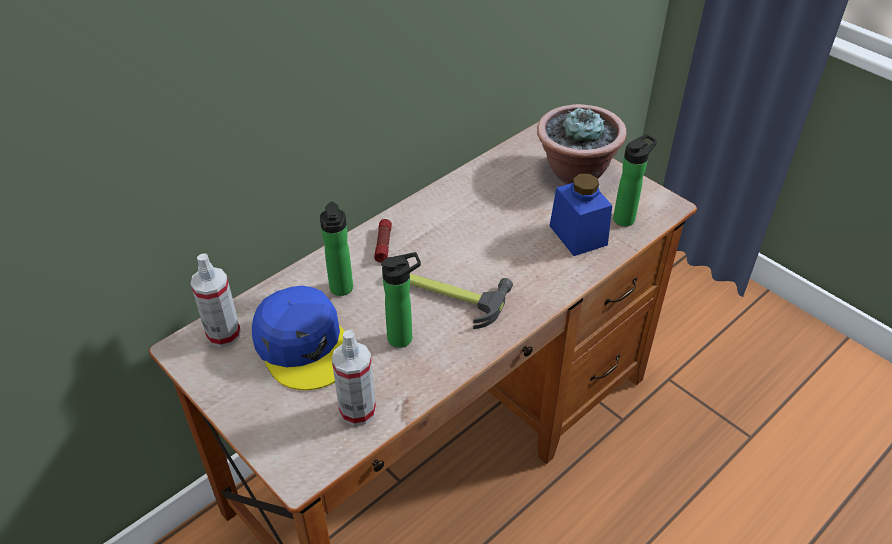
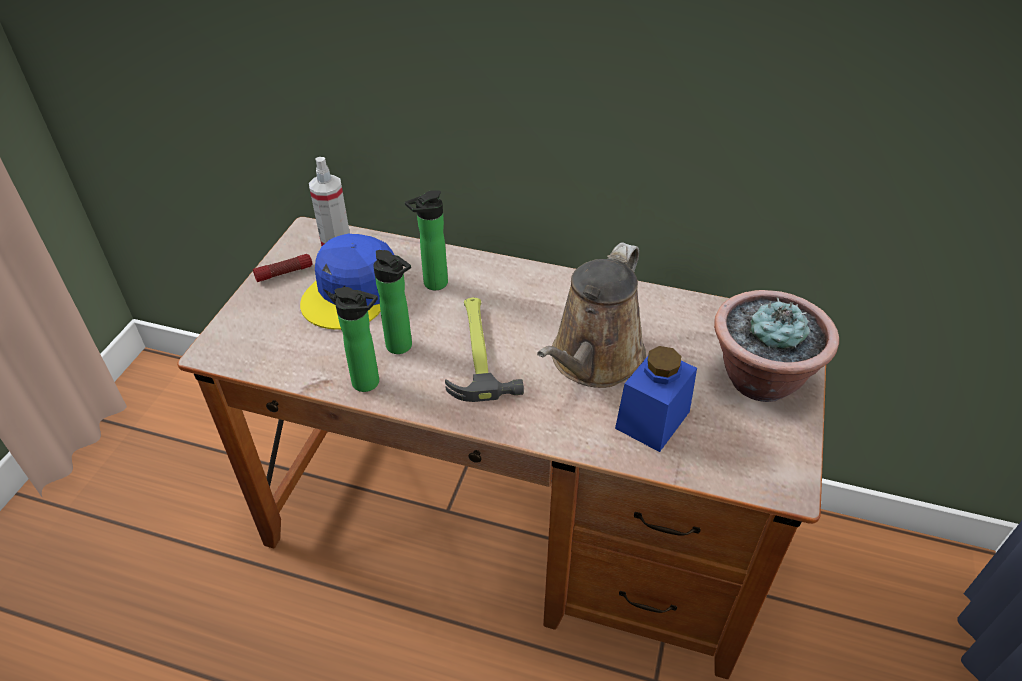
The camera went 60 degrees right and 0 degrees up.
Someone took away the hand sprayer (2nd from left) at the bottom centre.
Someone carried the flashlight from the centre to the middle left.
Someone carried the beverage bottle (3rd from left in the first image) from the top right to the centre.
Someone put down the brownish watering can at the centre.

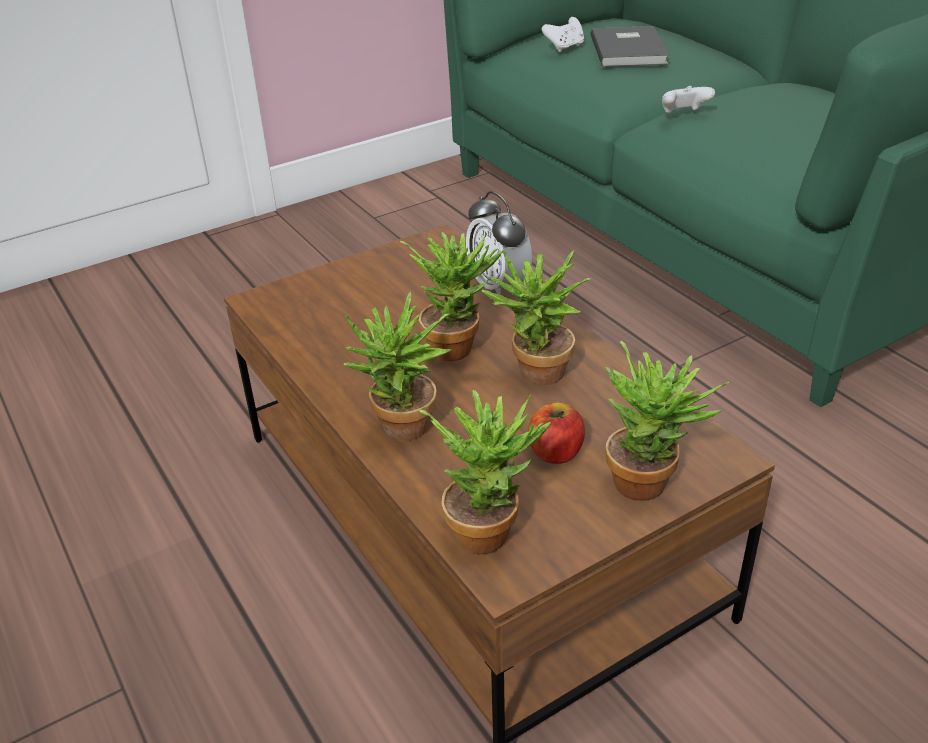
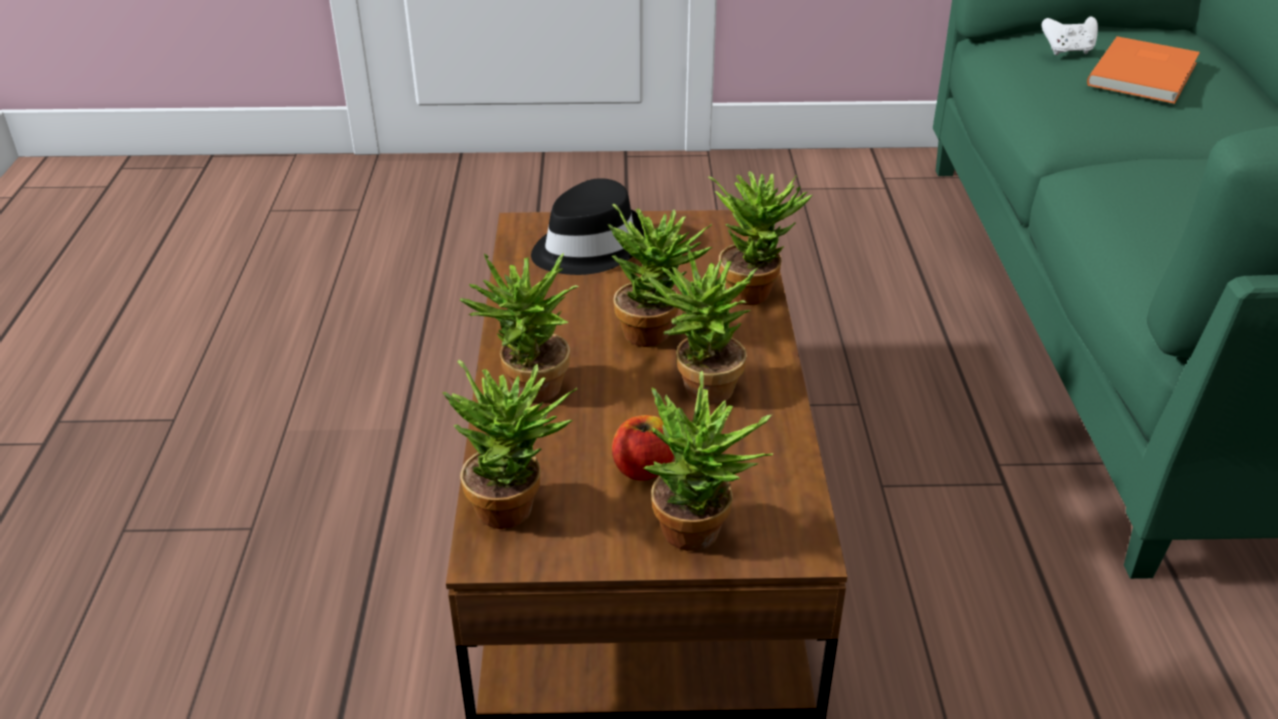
The camera went 30 degrees right and 0 degrees up.
Someone swapped the table clock at the top centre for the houseplant (6th from left) at the top centre.
Someone repainted the gray book at the top right, which became the orangey book at the top right.
Someone took away the white joypad (2nd from left) at the top right.
Someone put down the blackish wearable hat at the top centre.

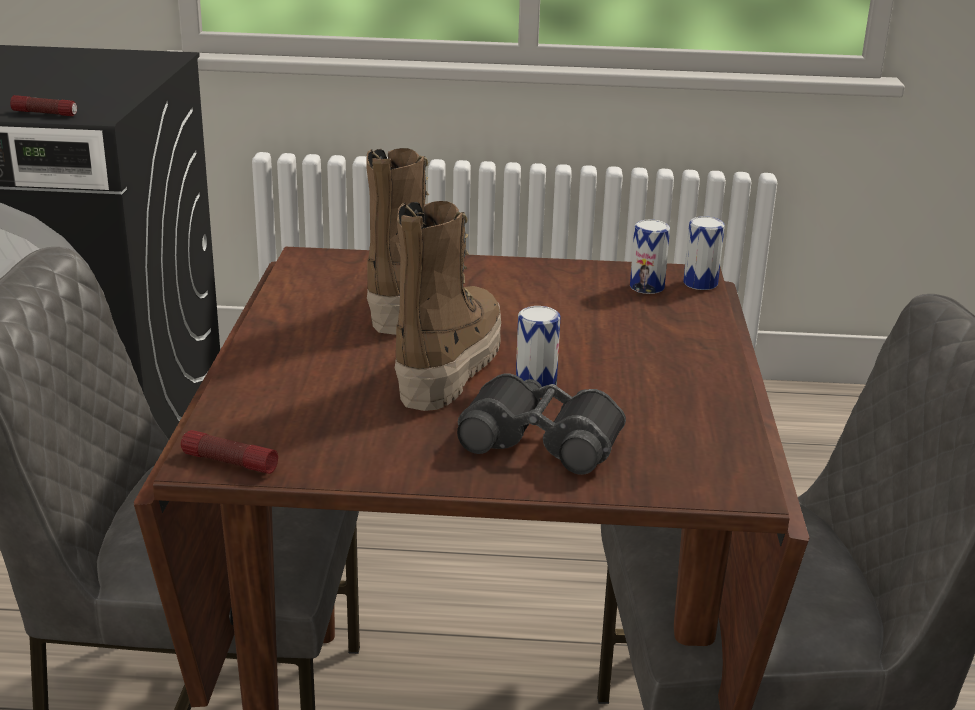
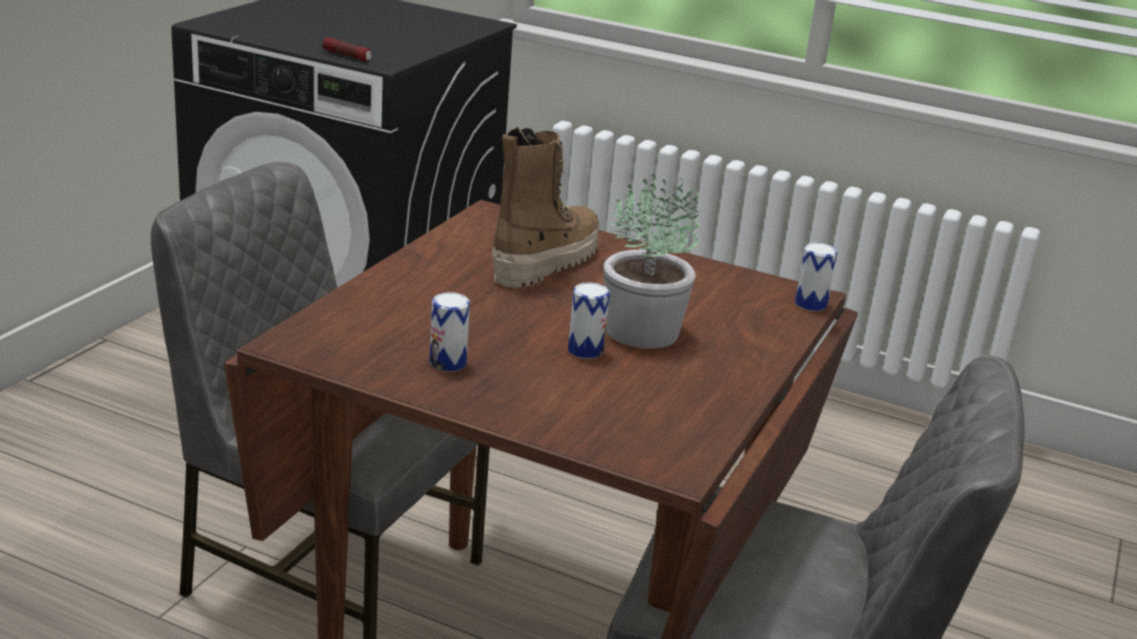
The camera went 20 degrees right and 0 degrees up.
Someone took away the flashlight (2nd from left) at the middle left.
Someone took away the boot (2nd from left) at the centre.
Someone took away the blackish field glasses at the centre.
Someone carried the sealed can (2nd from left in the first image) from the middle right to the centre.
Someone put down the houseplant at the centre.

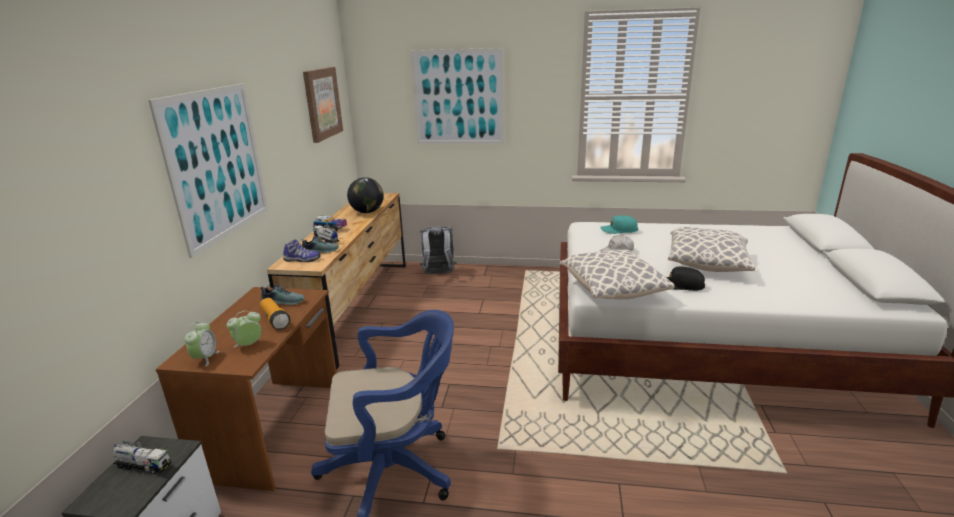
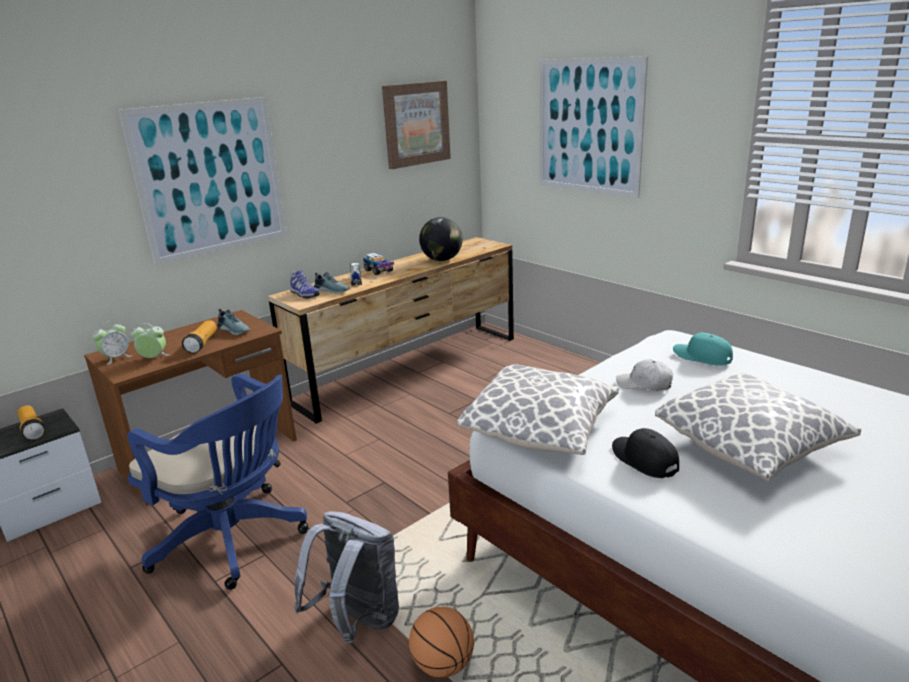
The camera went 40 degrees right and 0 degrees up.
Someone swapped the toy lorry (1st from left) at the bottom left for the flashlight (1st from left) at the middle left.
Someone carried the gray rucksack from the centre to the bottom centre.
Someone put down the ball for basketball at the bottom centre.

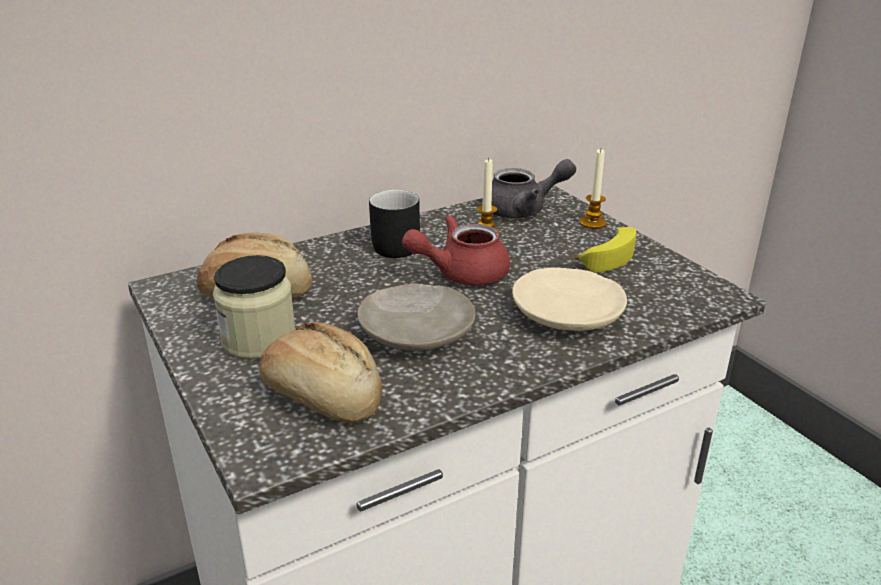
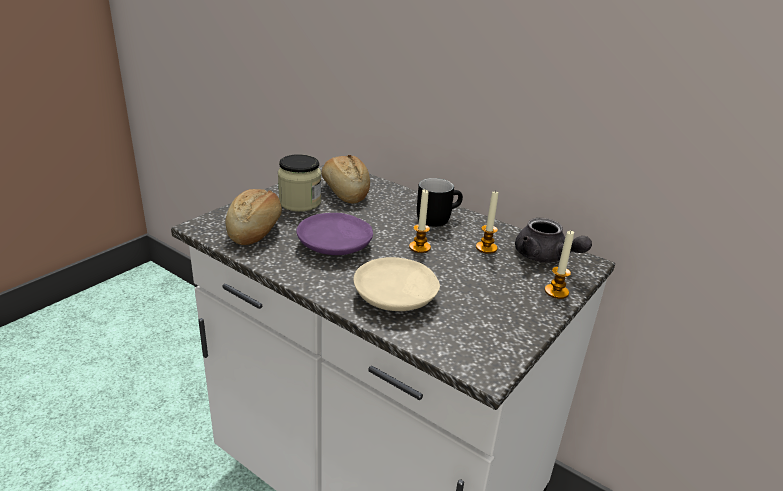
The camera went 65 degrees right and 0 degrees up.
Someone repainted the beige flat dish (1st from left) at the centre, which became the purplish flat dish at the centre.
Someone swapped the red-coloured pot for tea at the centre for the wax light (1st from left) at the centre.
Someone took away the whole banana at the middle right.

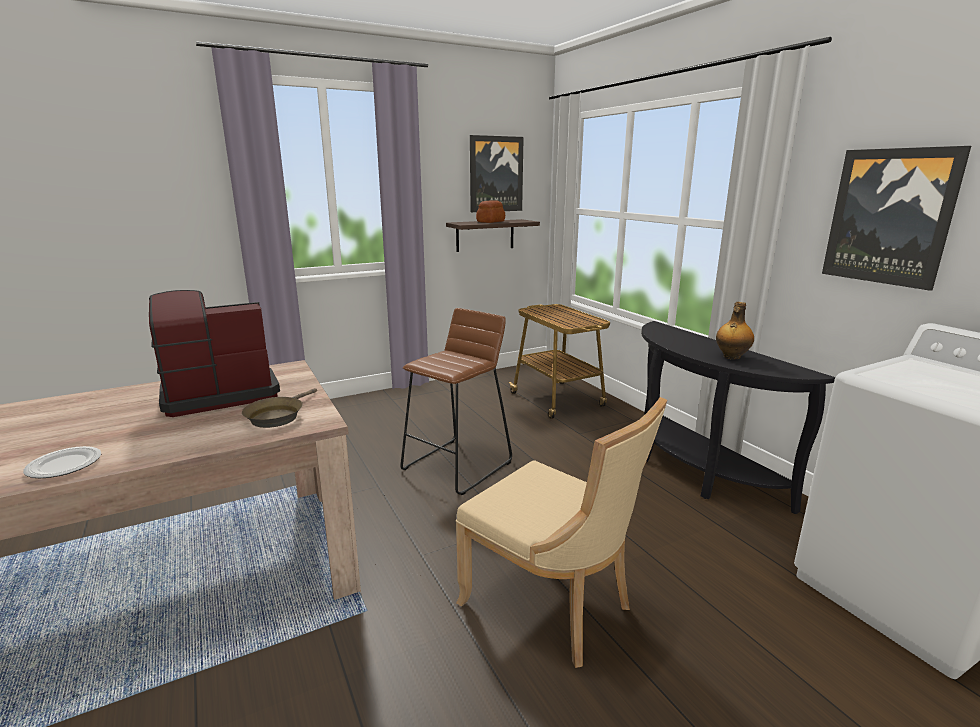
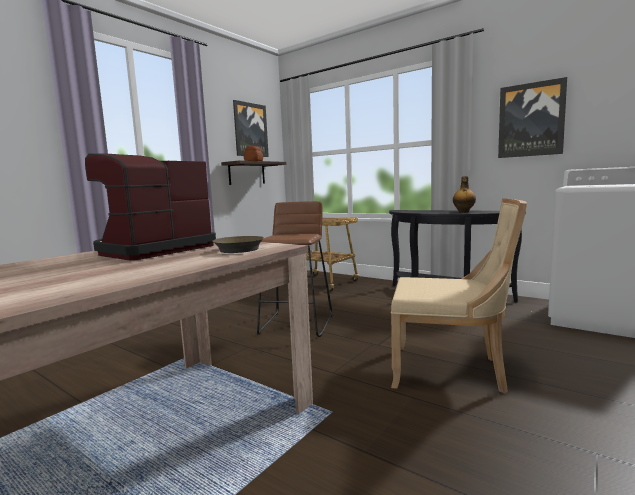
The camera went 25 degrees left and 10 degrees down.
Someone took away the flat dish at the middle left.

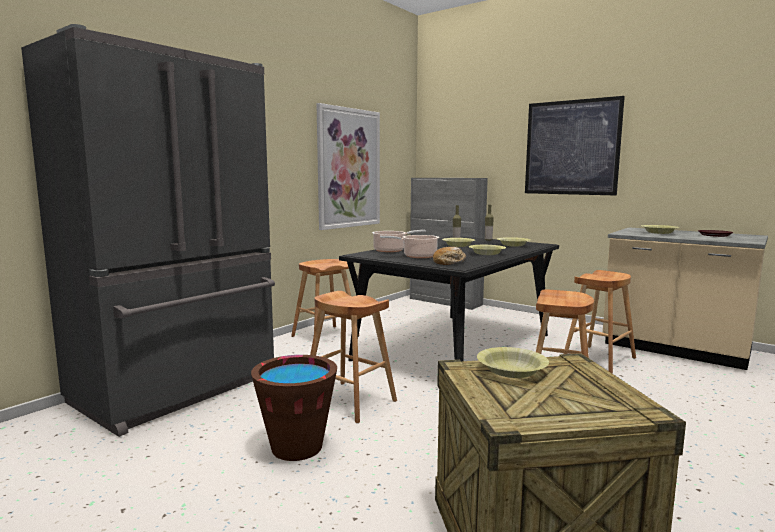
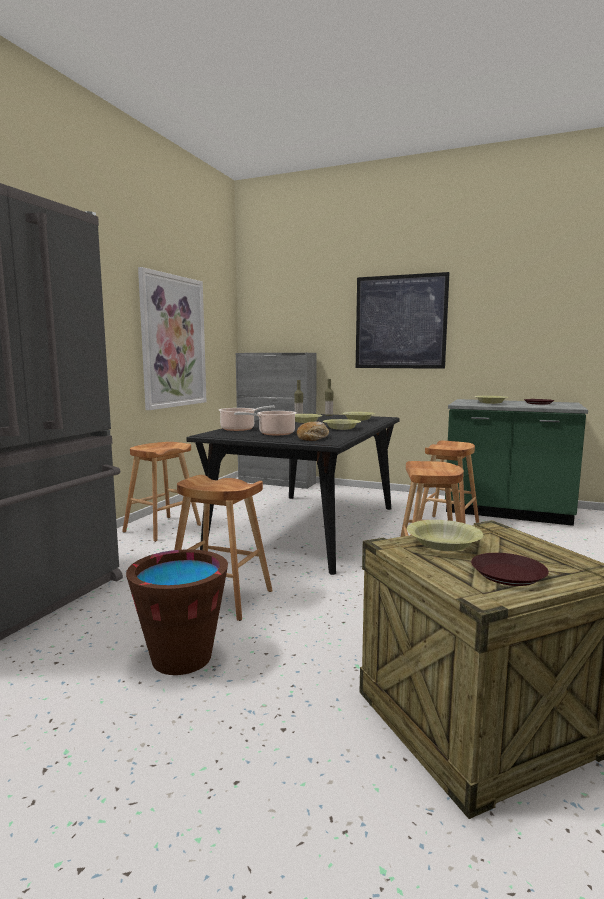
The camera went 15 degrees left and 0 degrees up.
Someone repainted the beige counter at the middle right, which became the greenish counter at the middle right.
Someone put down the brownish flat dish (1st from left) at the middle right.

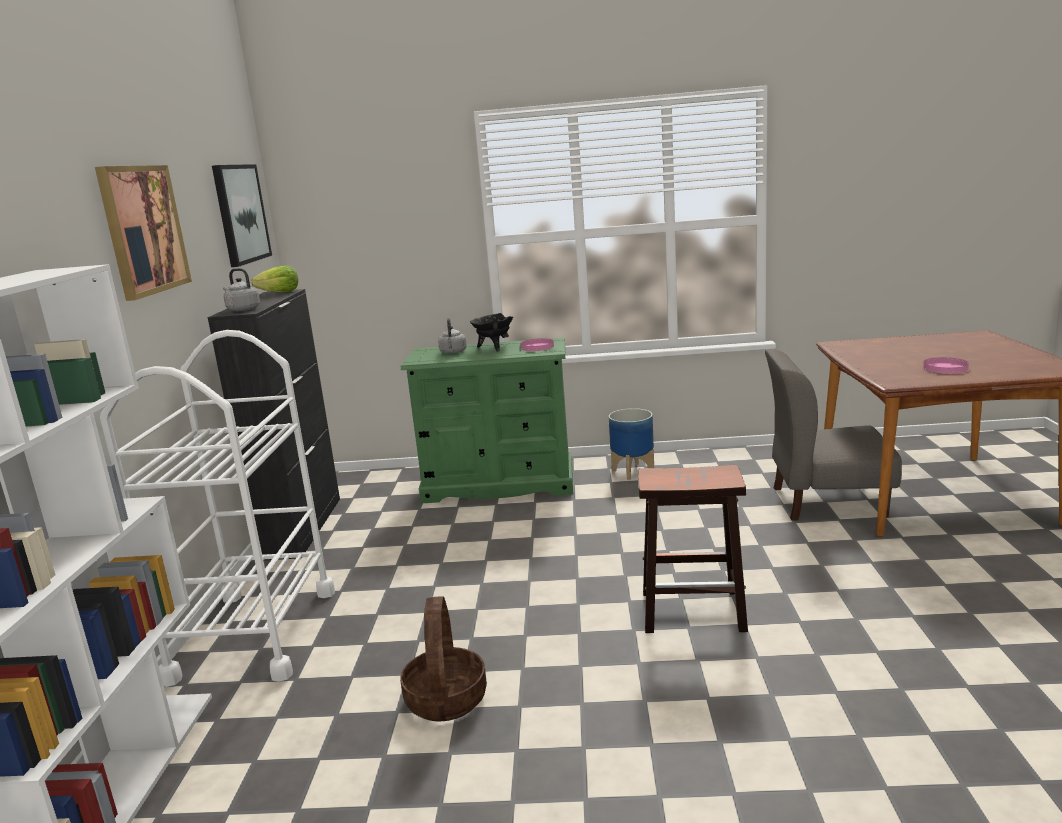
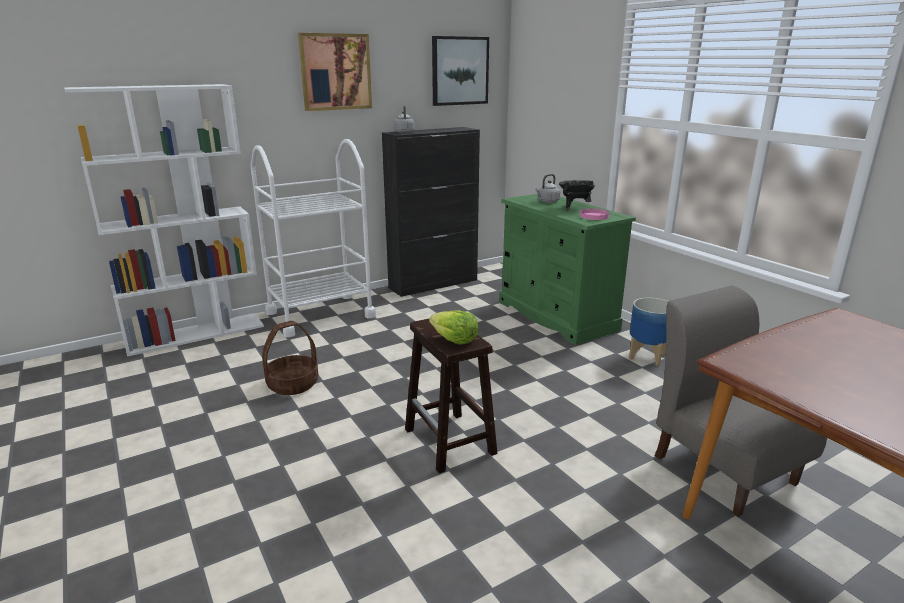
The camera went 55 degrees right and 5 degrees up.
Someone carried the lettuce from the middle left to the centre.
Someone took away the pink-coloured flat dish (2nd from left) at the middle right.

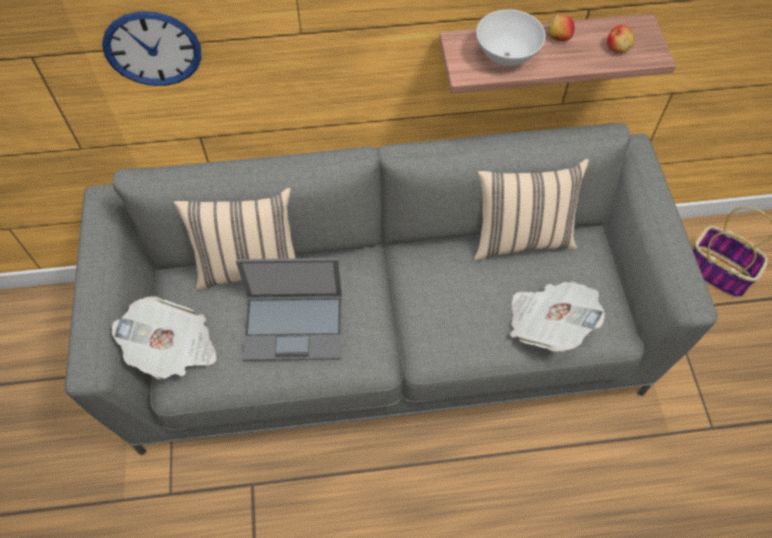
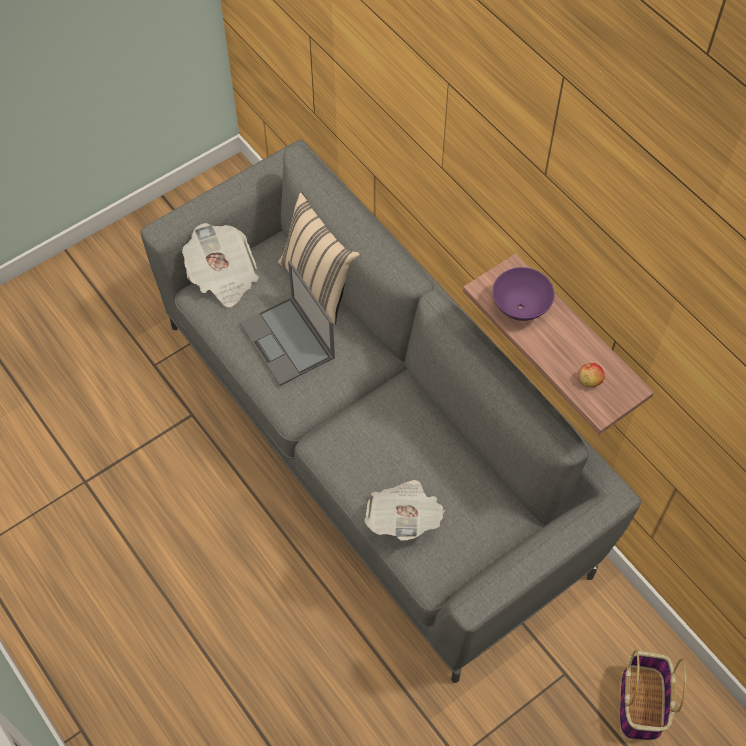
The camera went 60 degrees right and 0 degrees up.
Someone took away the clock on the wall at the top left.
Someone took away the beige pillow (2nd from left) at the middle right.
Someone repainted the white bowl at the top centre, which became the purplish bowl at the middle right.
Someone took away the whole apple (1st from left) at the top right.

